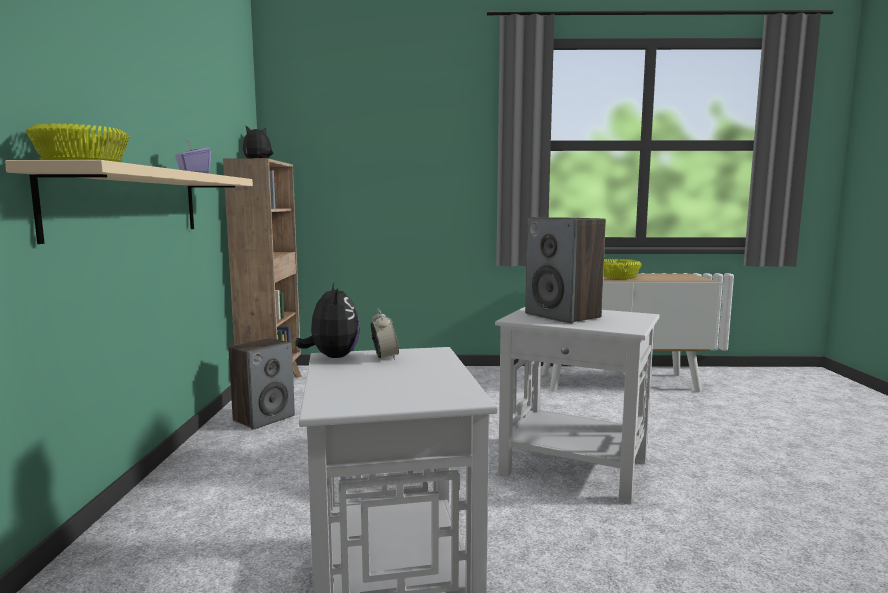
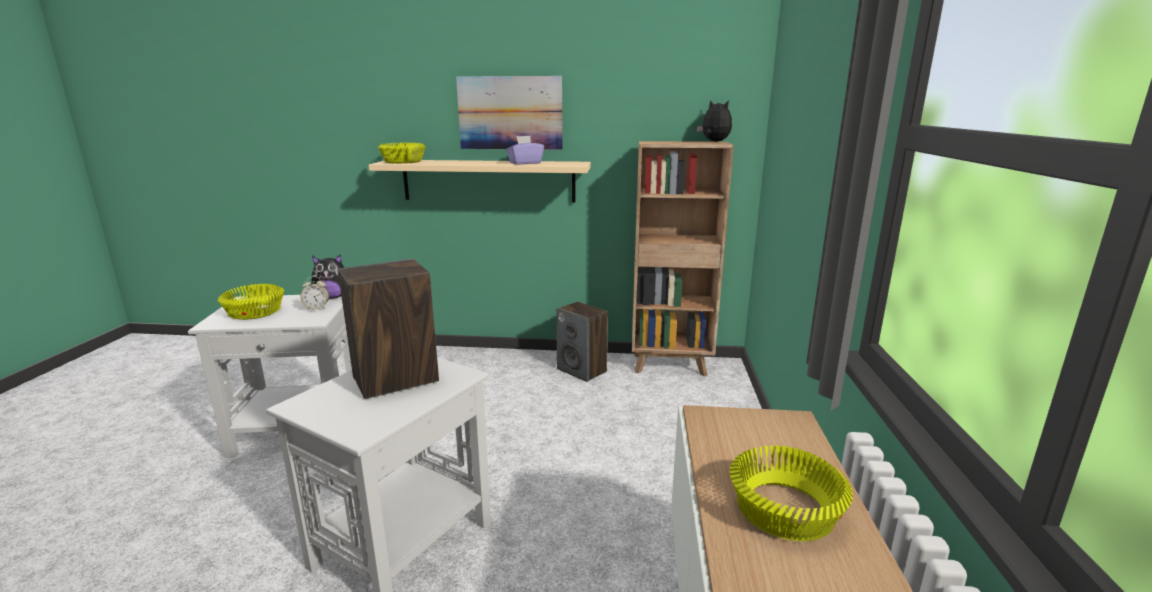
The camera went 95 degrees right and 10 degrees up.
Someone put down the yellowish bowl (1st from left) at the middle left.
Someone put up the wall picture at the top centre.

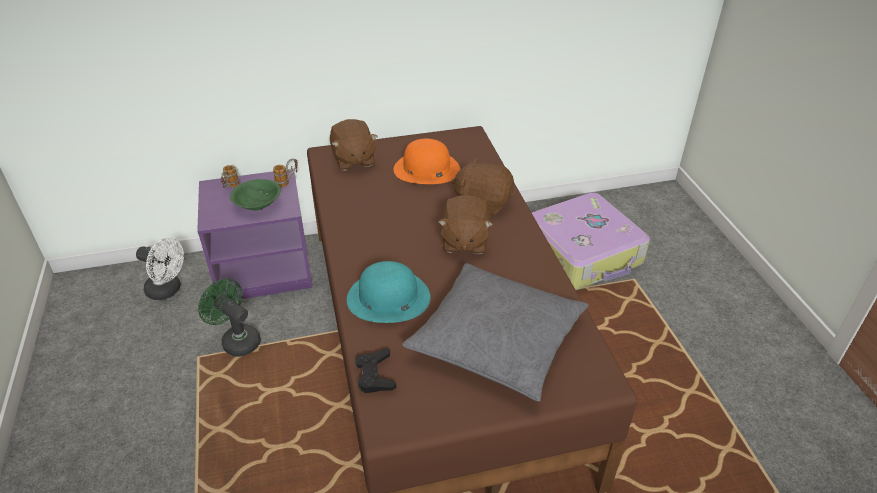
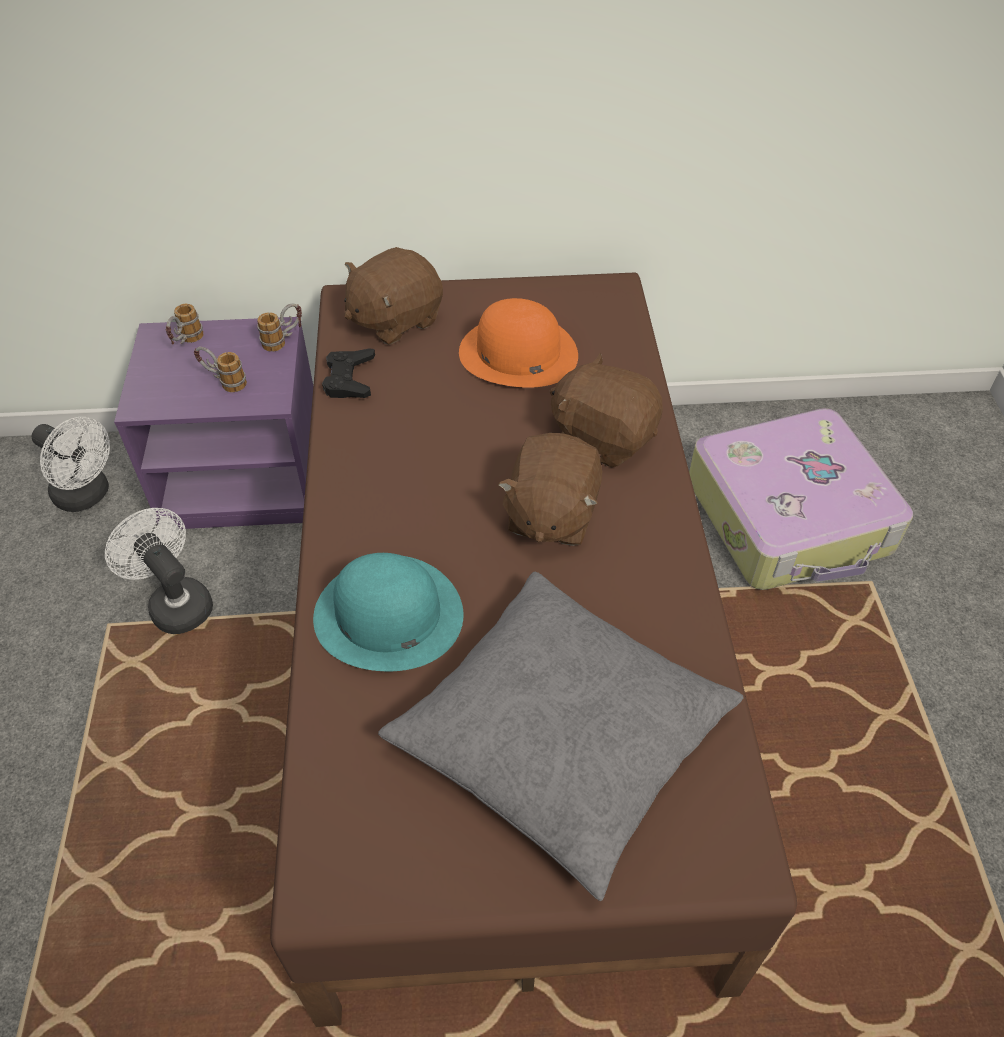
The camera went 10 degrees right and 10 degrees up.
Someone repainted the greenish fan at the middle left, which became the white fan (2nd from left) at the middle left.
Someone swapped the greenish bowl at the middle left for the coffee mug (2nd from left) at the middle left.
Someone rotated the brownish cuddly toy (1st from left) at the top centre by 60 degrees clockwise.
Someone carried the blackish joypad from the bottom centre to the centre.

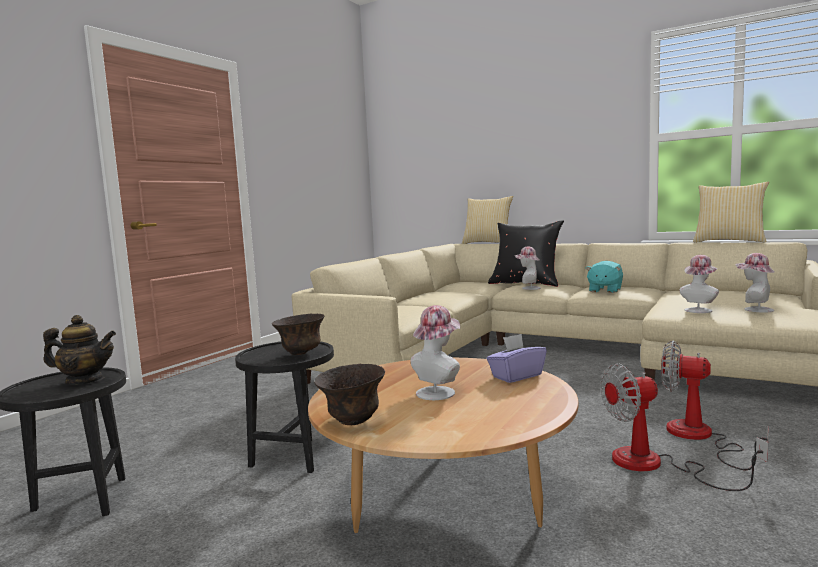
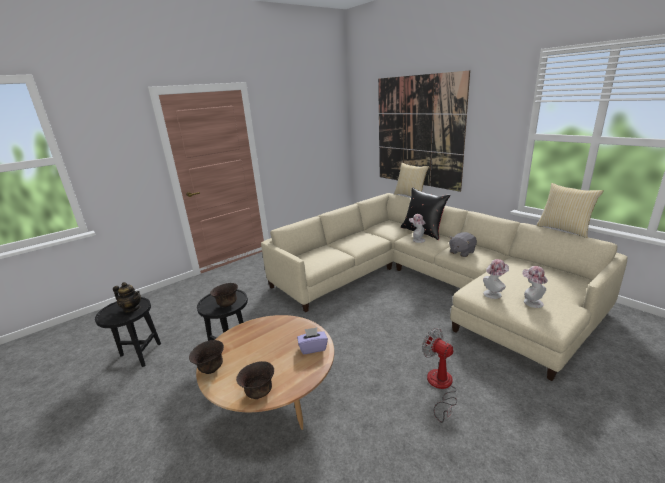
The camera went 20 degrees right and 15 degrees up.
Someone took away the wearable hat (1st from left) at the centre.
Someone repainted the blue-green cuddly toy at the middle right, which became the gray cuddly toy at the middle right.
Someone took away the fan (1st from left) at the bottom right.
Someone put down the brownish bowl (3rd from left) at the bottom centre.
Someone put up the wall picture at the top centre.

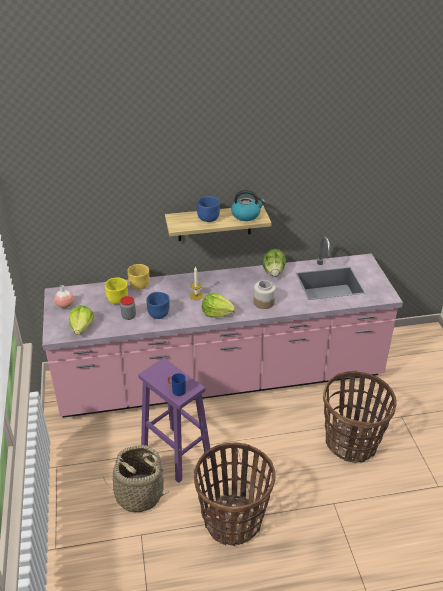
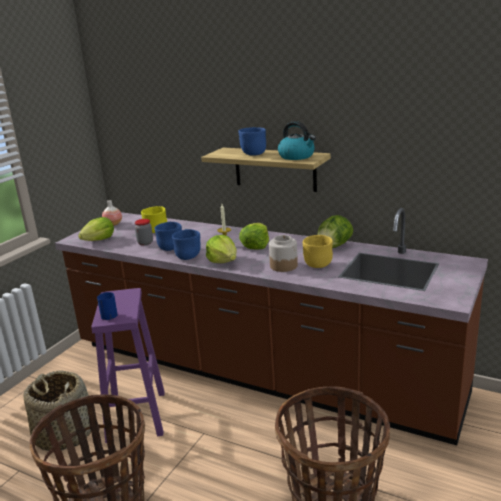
The camera went 40 degrees right and 15 degrees down.
Someone repainted the pink-coloured counter at the centre, which became the brownish counter at the centre.
Someone carried the yellowish bowl (2nd from left) from the middle left to the centre.
Someone put down the bluish bowl (2nd from left) at the centre.
Someone put down the lettuce (3rd from left) at the centre.

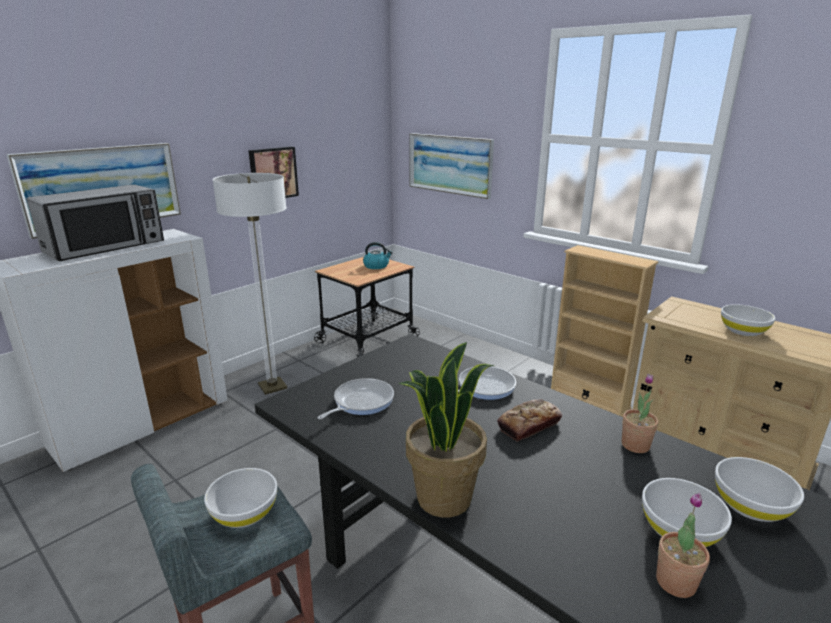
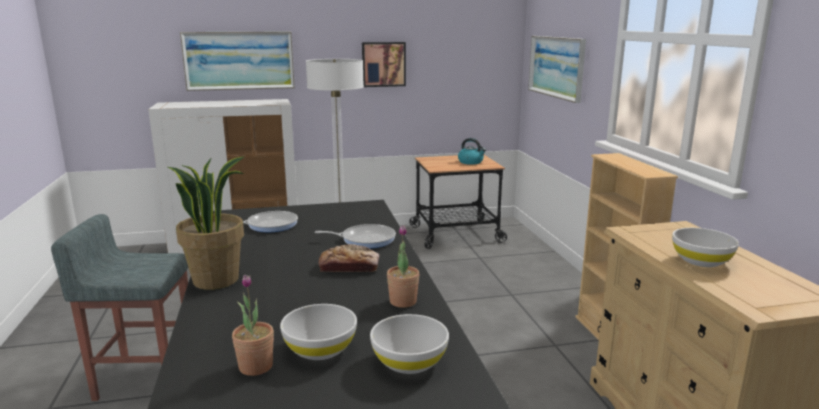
The camera went 35 degrees right and 5 degrees down.
Someone took away the microwave oven at the middle left.
Someone took away the white bowl (1st from left) at the bottom left.

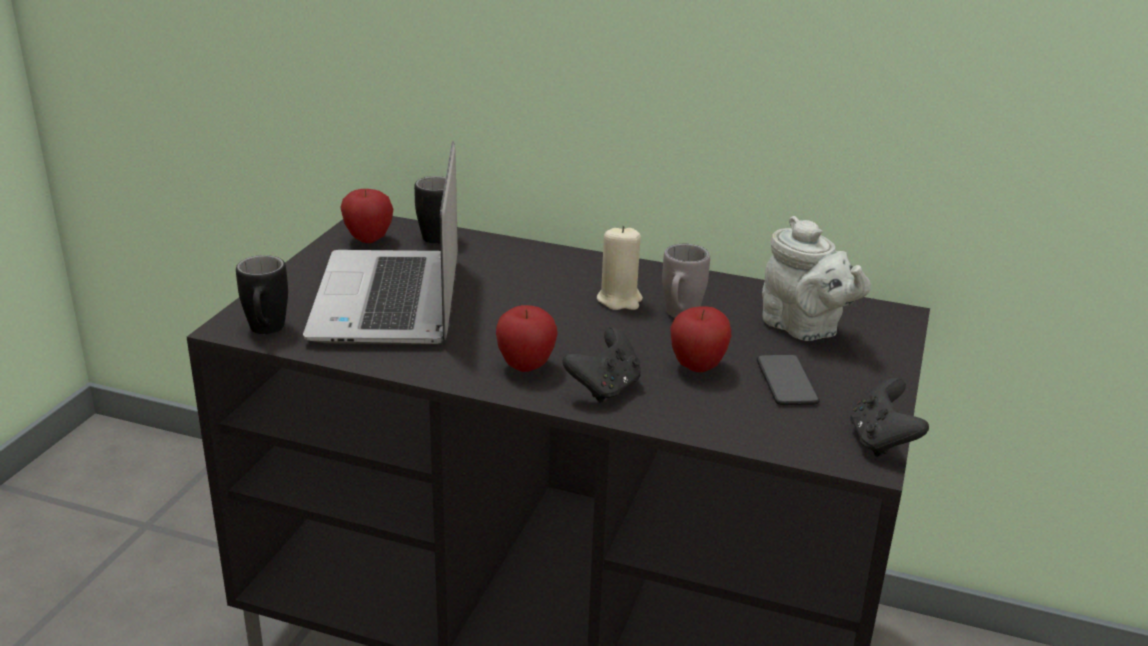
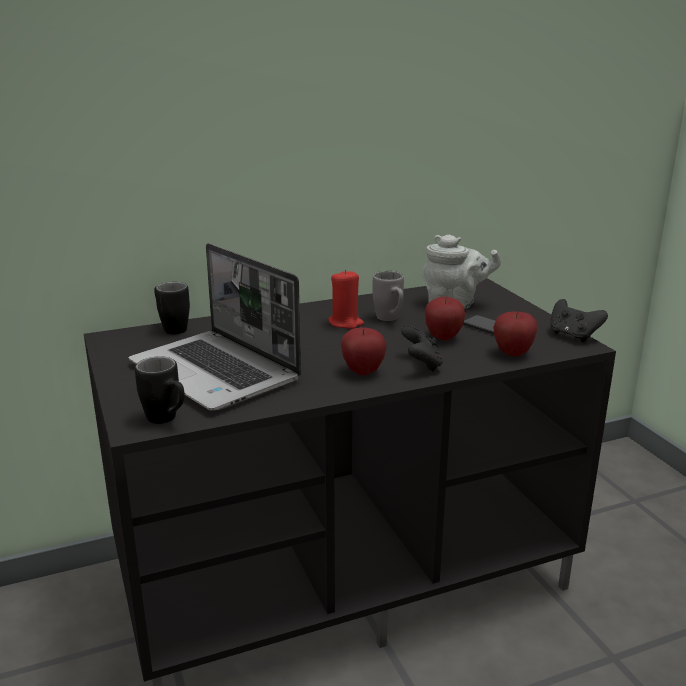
The camera went 40 degrees left and 5 degrees down.
Someone carried the whole apple (1st from left in the first image) from the middle left to the middle right.
Someone repainted the beige wax light at the centre, which became the red-coloured wax light at the centre.

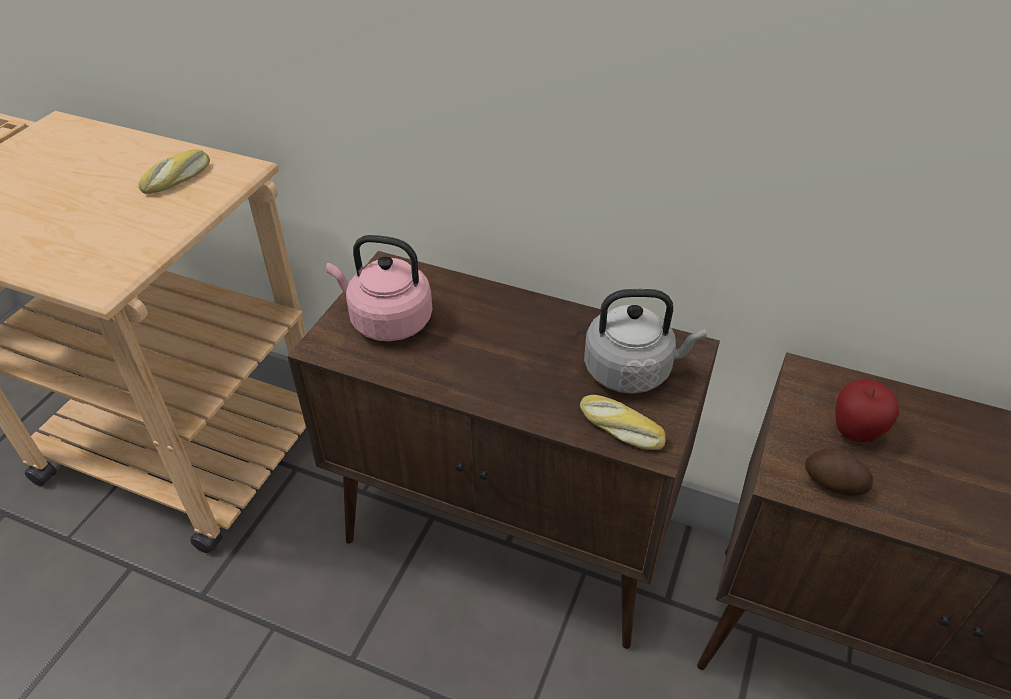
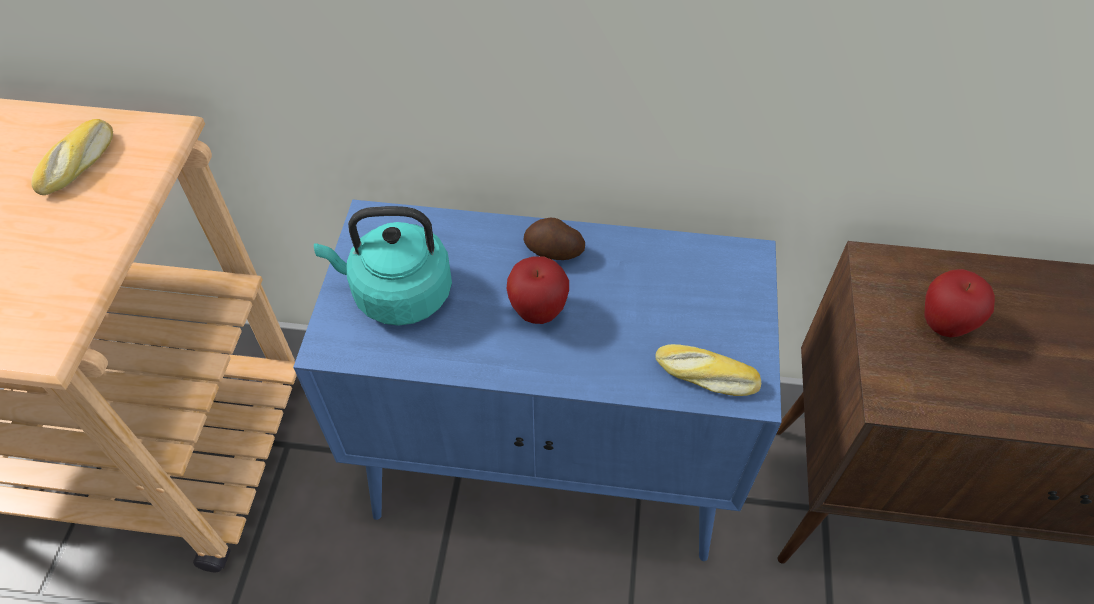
The camera went 15 degrees left and 10 degrees up.
Someone repainted the brownish cabinet (1st from left) at the centre, which became the bluish cabinet at the centre.
Someone repainted the pink-coloured water kettle at the centre, which became the blue-green water kettle at the centre.
Someone took away the gray water kettle at the centre.
Someone carried the spud from the bottom right to the centre.
Someone put down the whole apple (1st from left) at the centre.

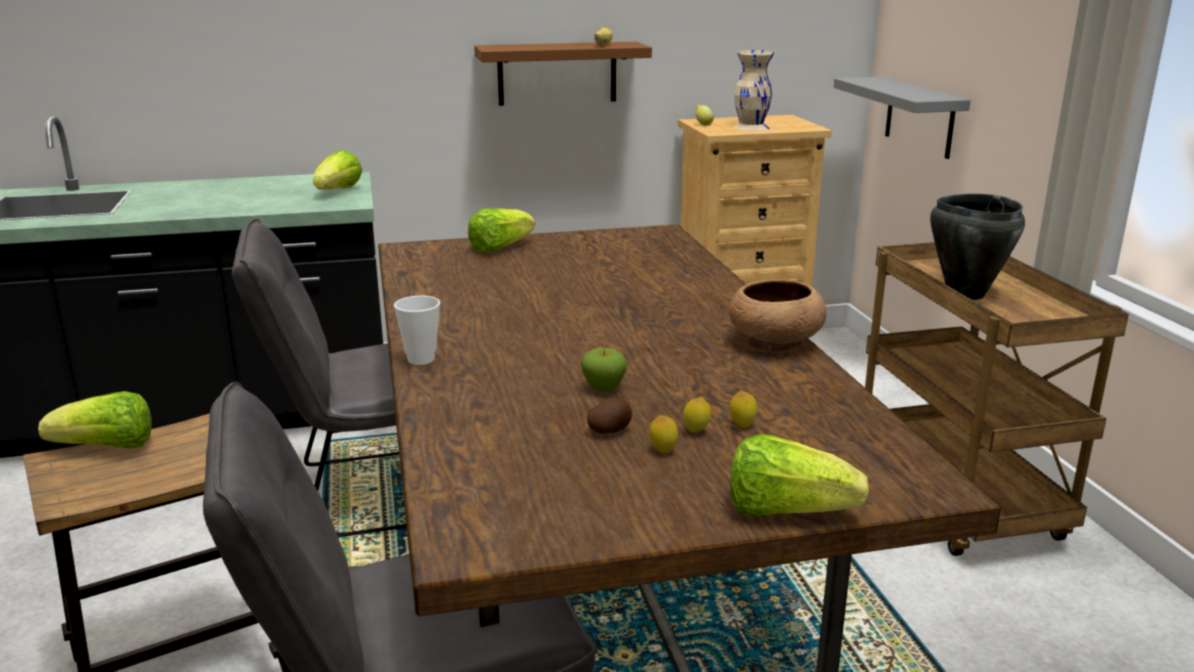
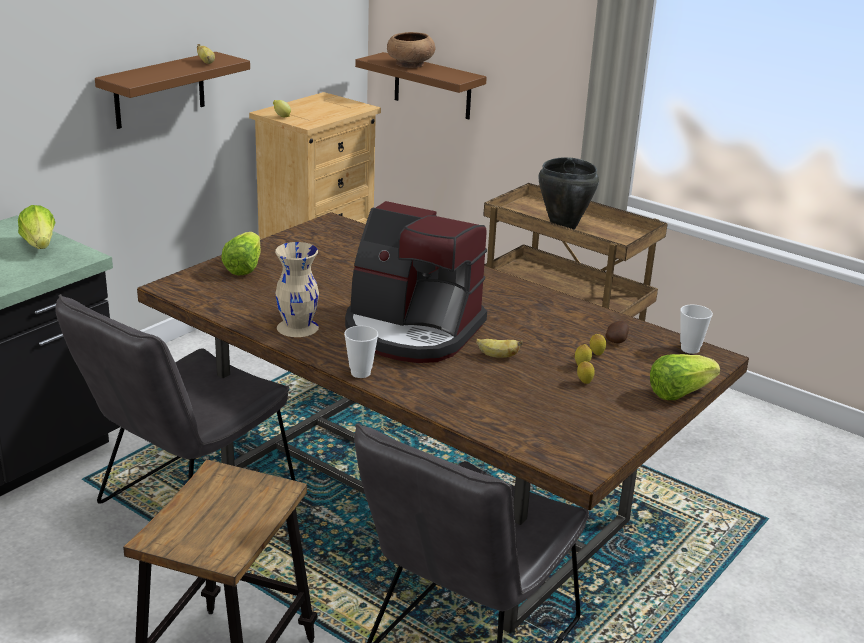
The camera went 40 degrees left and 5 degrees up.
Someone took away the lettuce (1st from left) at the middle left.
Someone swapped the whole apple at the centre for the whole banana (2nd from left) at the centre.
Someone carried the spud from the centre to the middle right.
Someone carried the brownish bowl from the centre to the top centre.
Someone carried the beige vase from the top centre to the centre.
Someone repainted the gray shelf at the top right, which became the brownish shelf (2nd from left) at the top centre.
Someone put down the coffee brewer at the centre.
Someone put down the small cup (2nd from left) at the middle right.

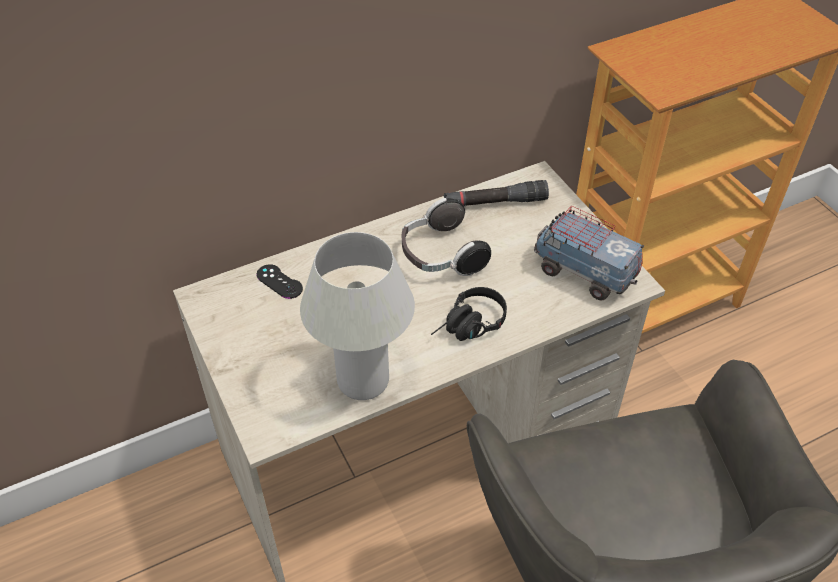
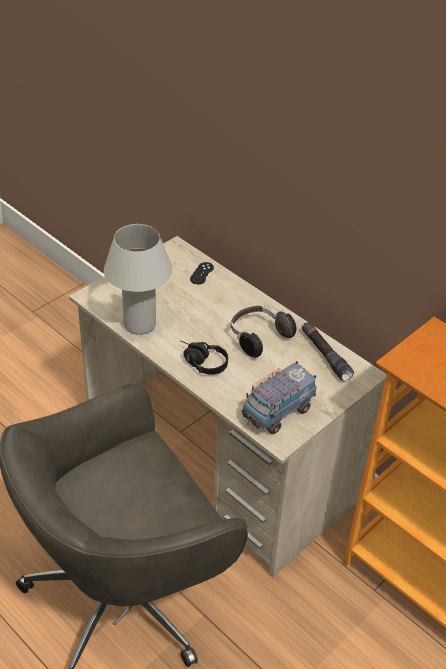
The camera went 70 degrees right and 5 degrees down.
Someone rotated the toy lorry at the middle right by 150 degrees counterclockwise.

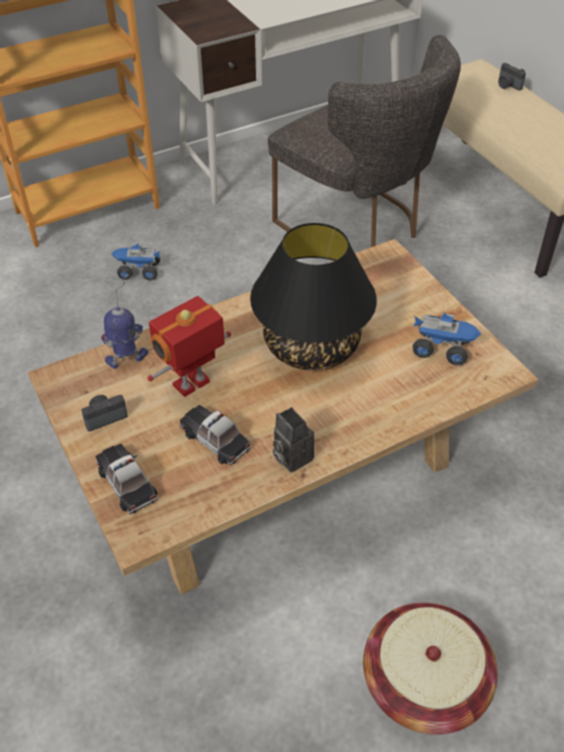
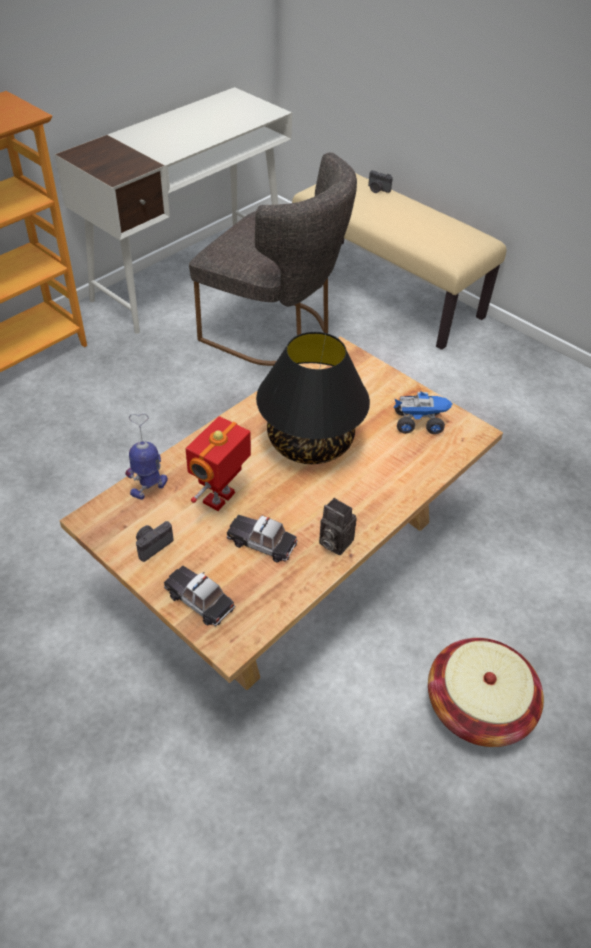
The camera went 20 degrees left and 0 degrees up.
Someone took away the toy lorry (1st from left) at the middle left.

